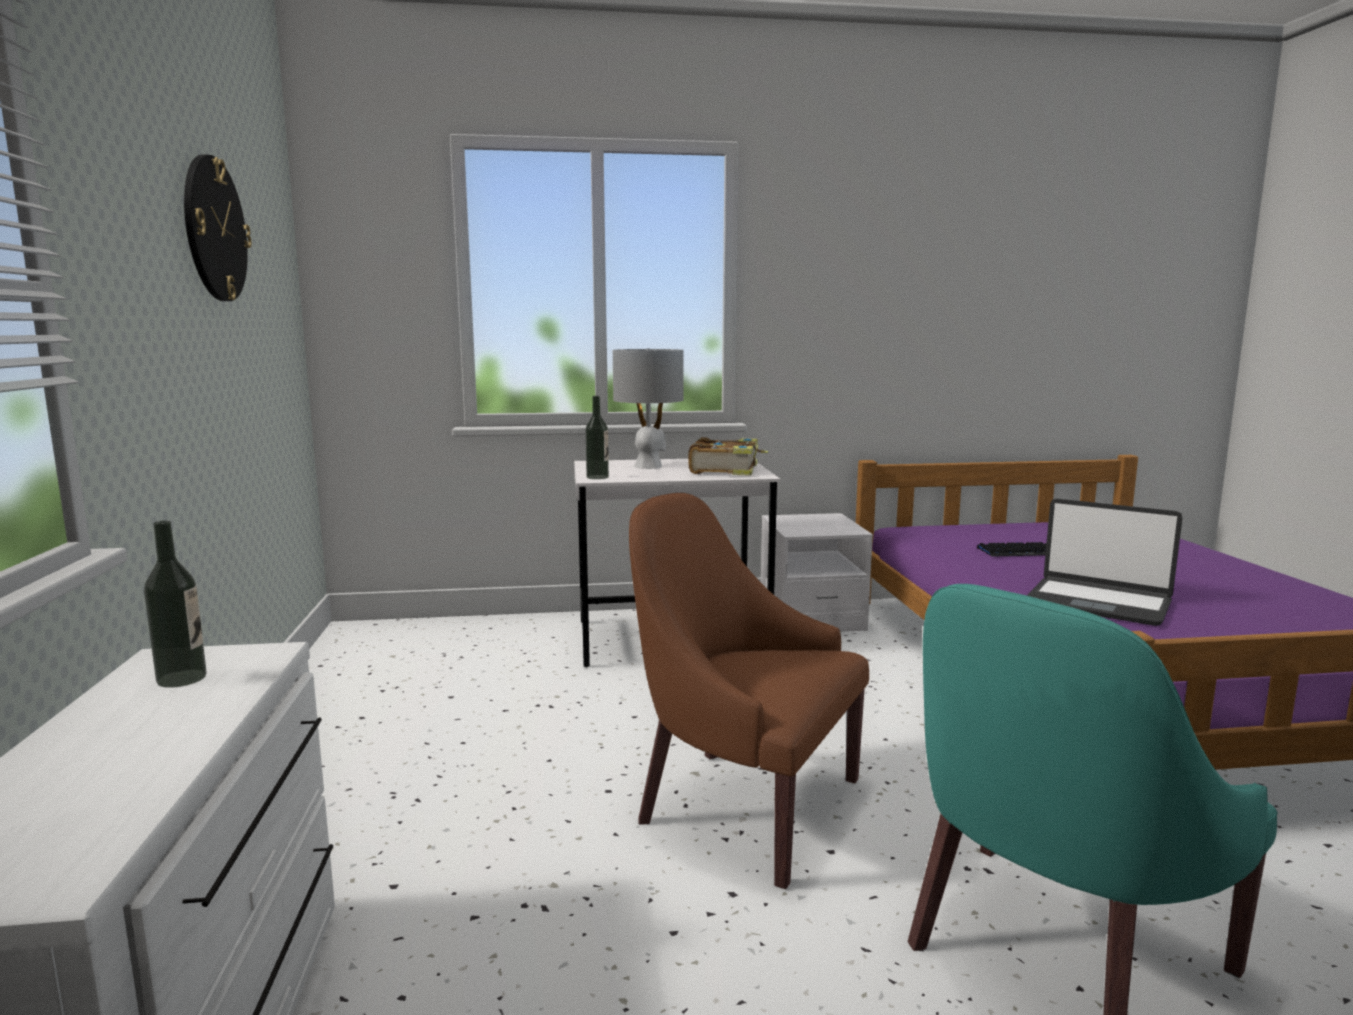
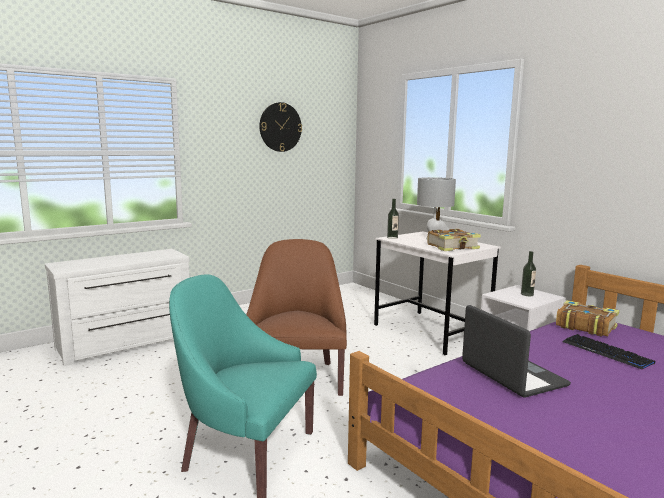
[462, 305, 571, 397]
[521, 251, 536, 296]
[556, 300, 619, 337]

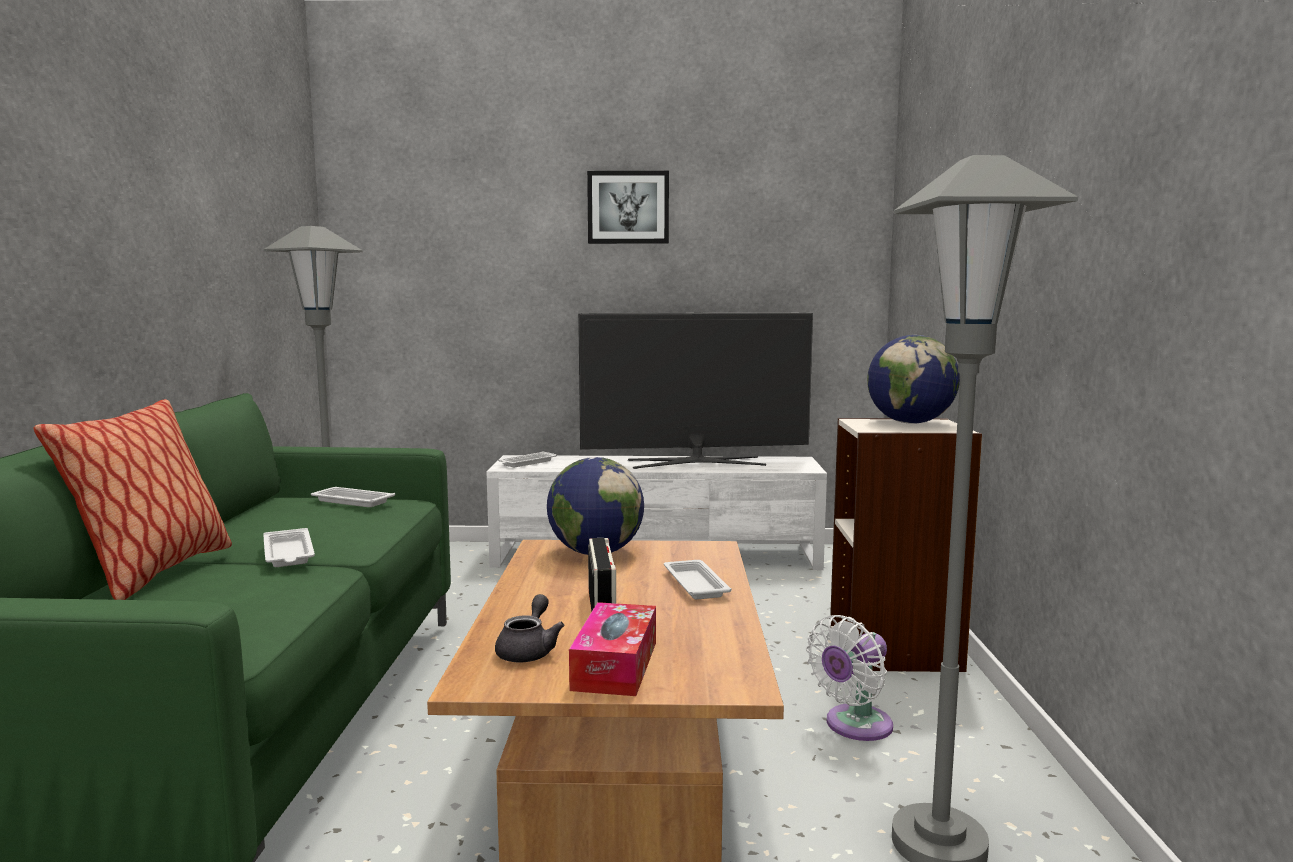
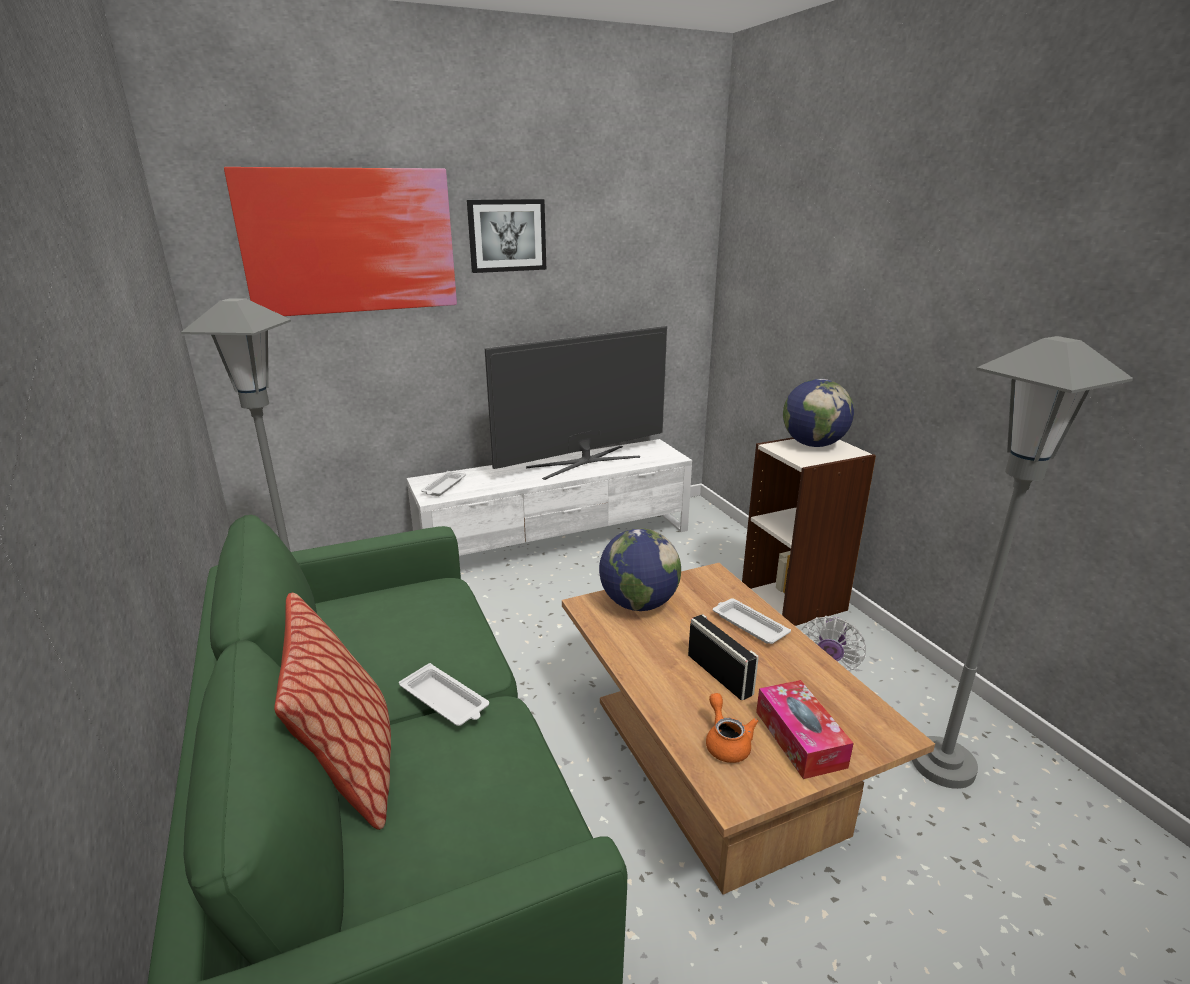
[311, 487, 395, 507] (first image)
[706, 693, 758, 763]
[224, 167, 457, 316]

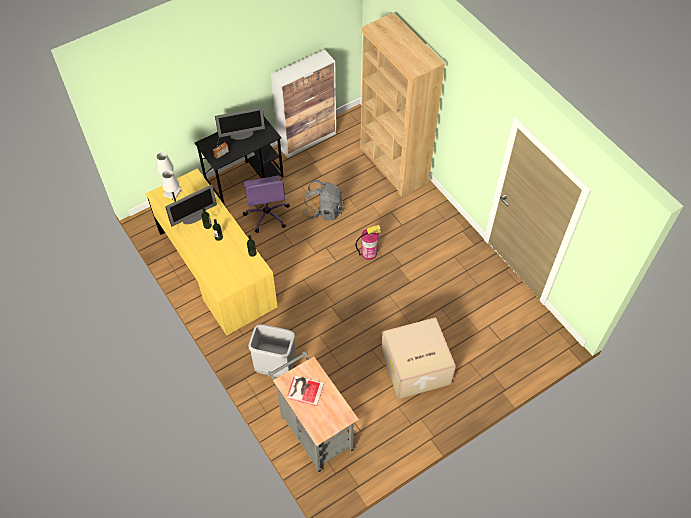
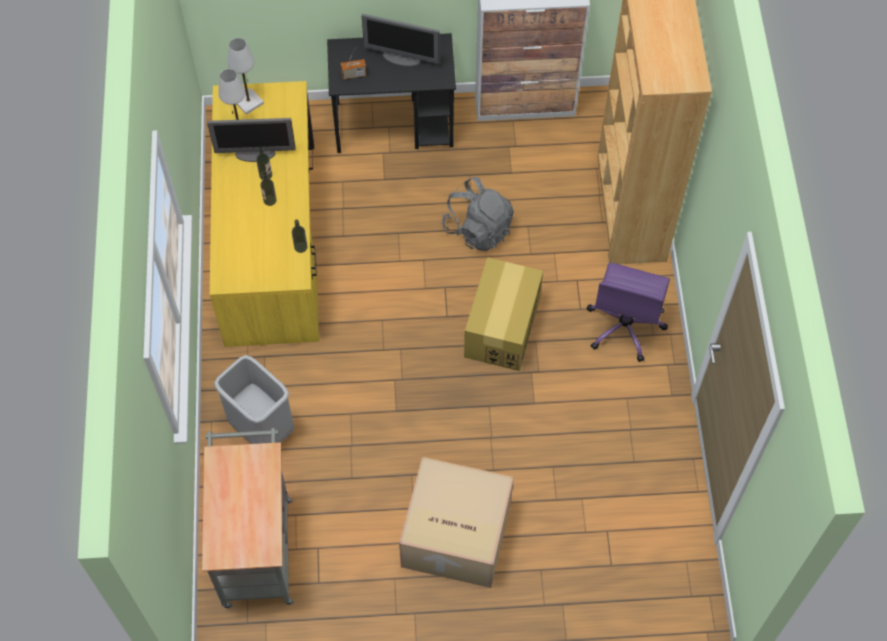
[587, 263, 670, 362]
[464, 257, 543, 371]
[287, 375, 324, 406] (first image)

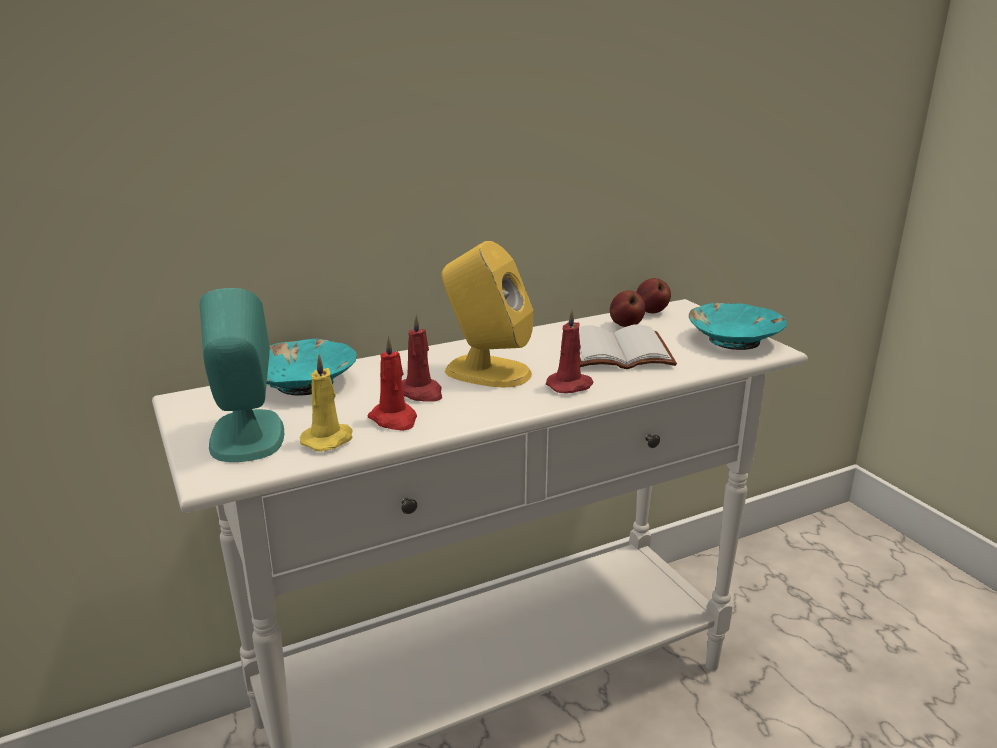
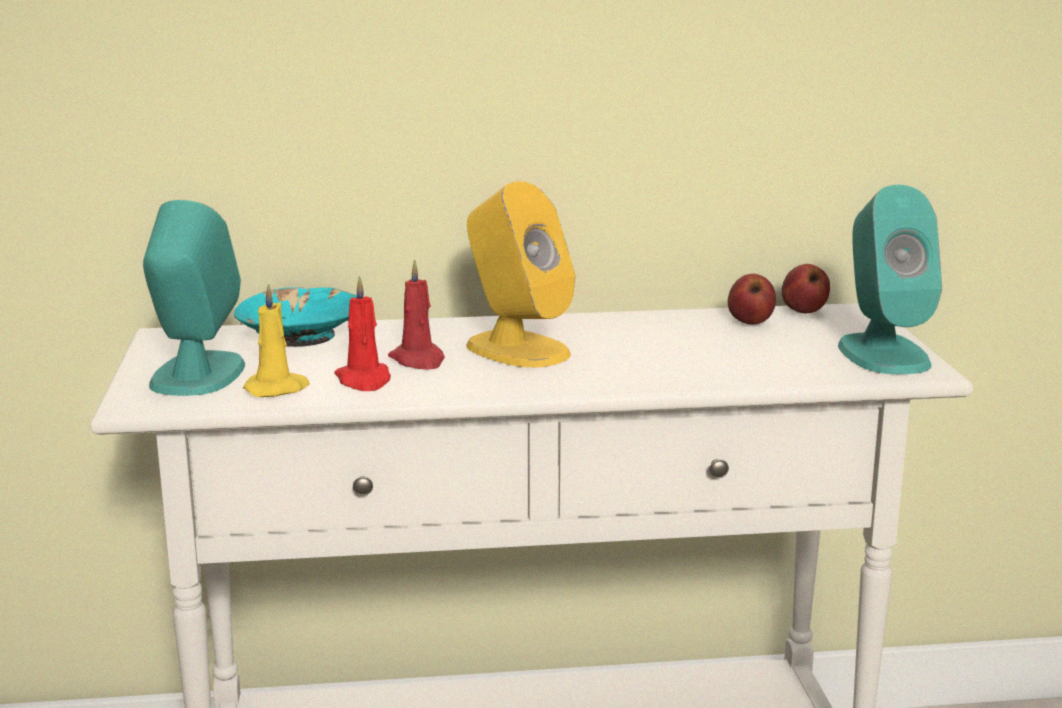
[838, 185, 942, 374]
[546, 309, 594, 393] (first image)
[579, 325, 677, 369] (first image)

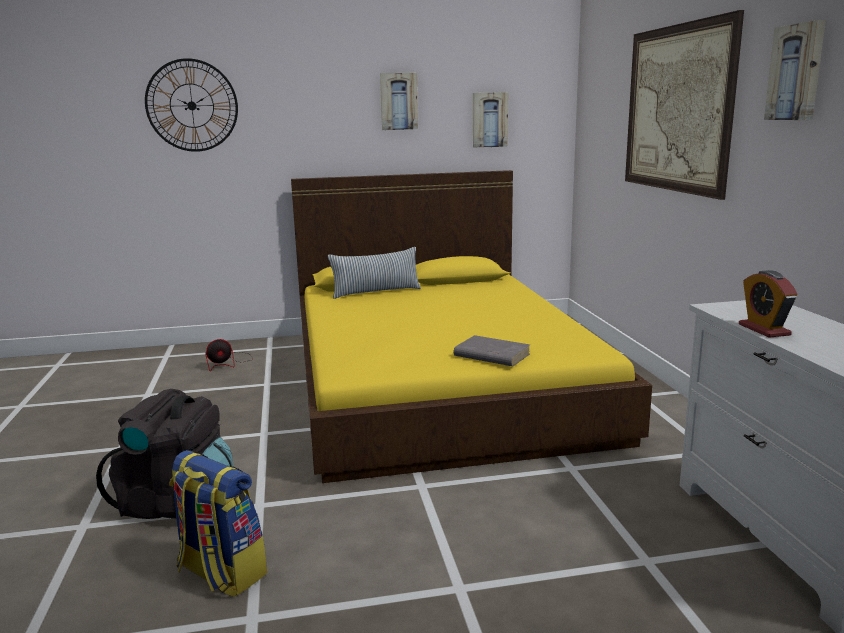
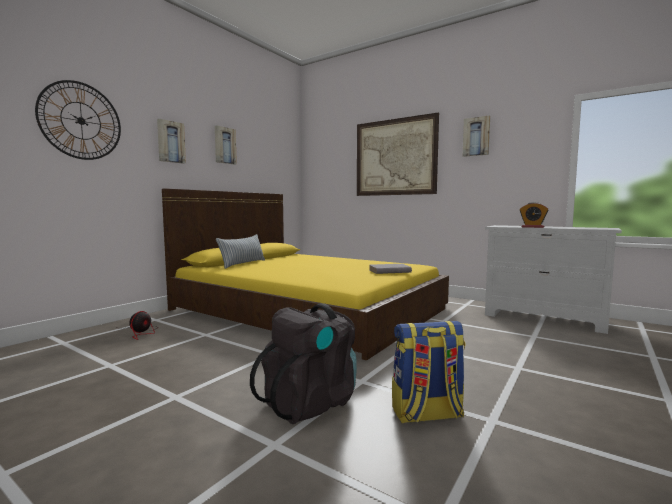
[157, 119, 186, 164]

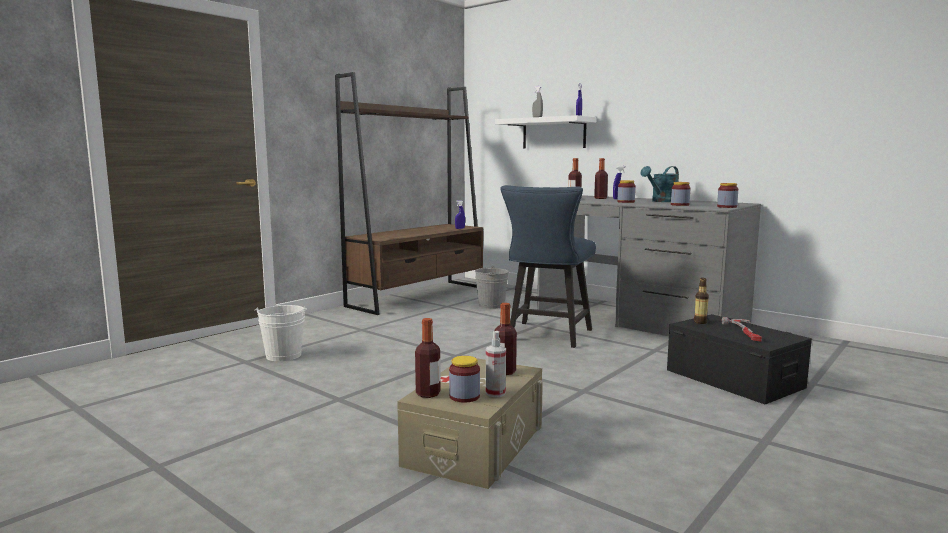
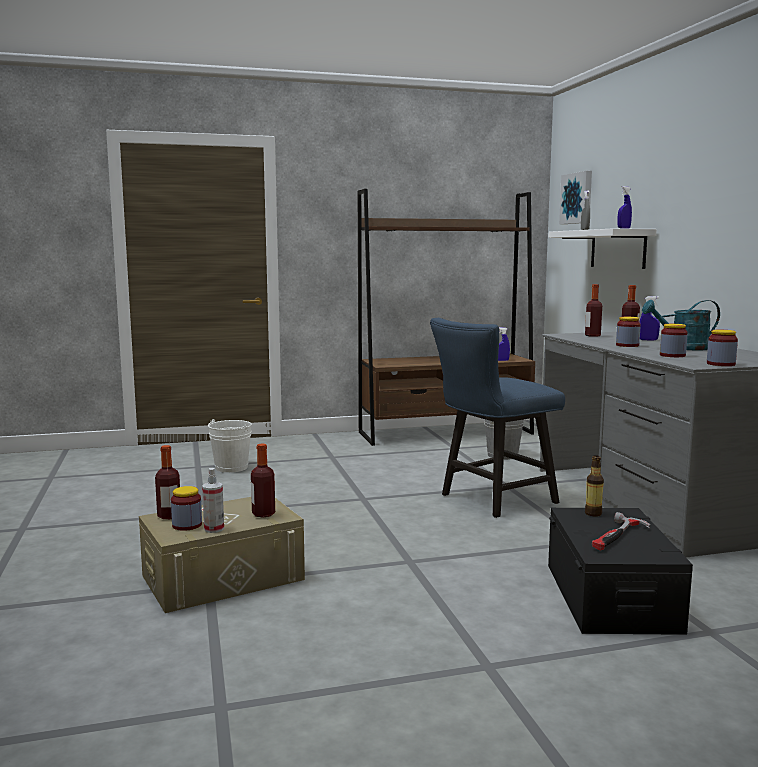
[559, 171, 592, 224]

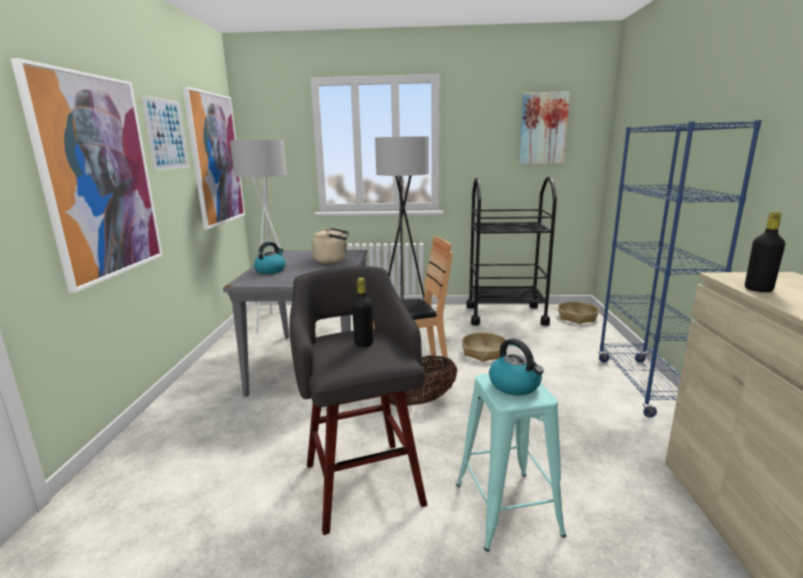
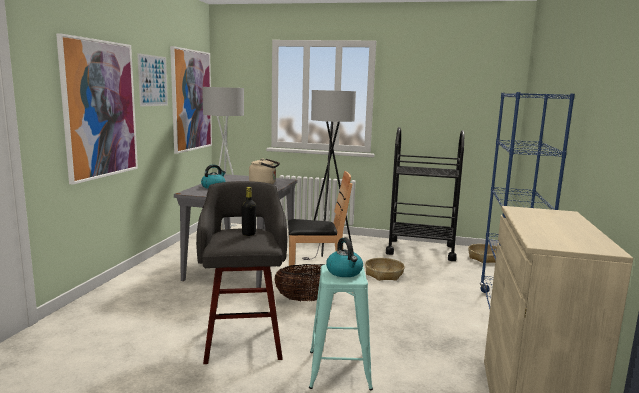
[519, 91, 570, 164] (first image)
[745, 212, 785, 292] (first image)

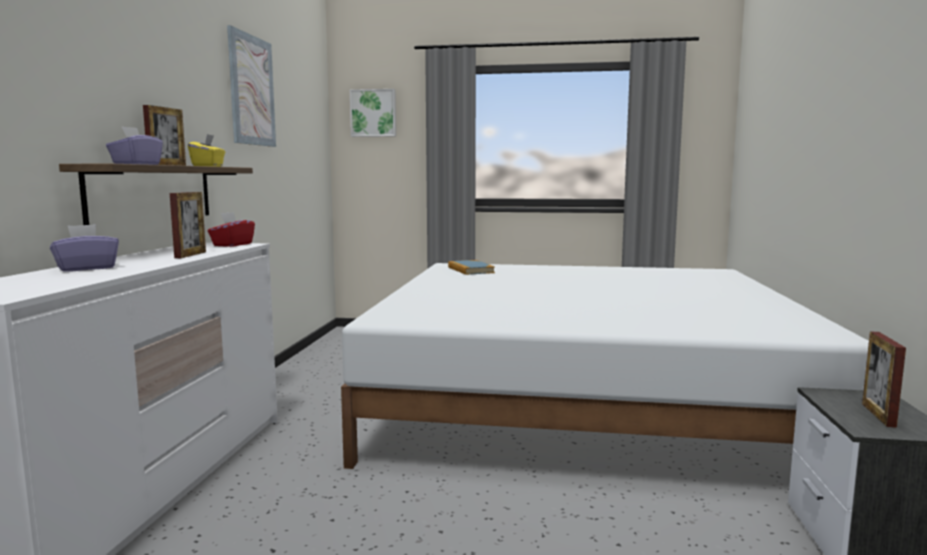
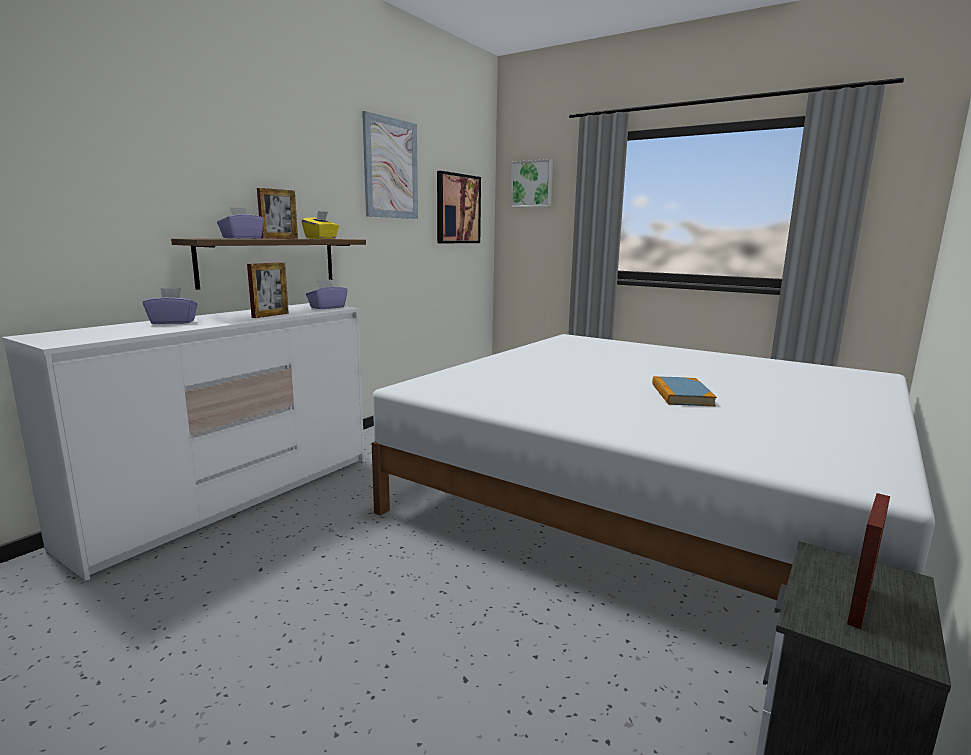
[306, 279, 348, 309]
[652, 376, 717, 406]
[437, 171, 481, 243]

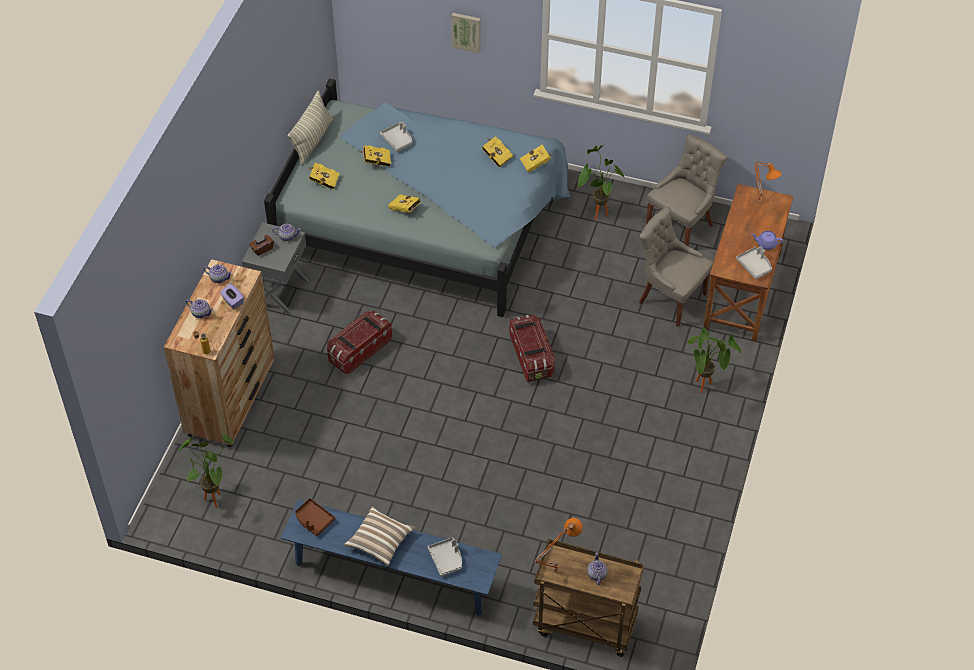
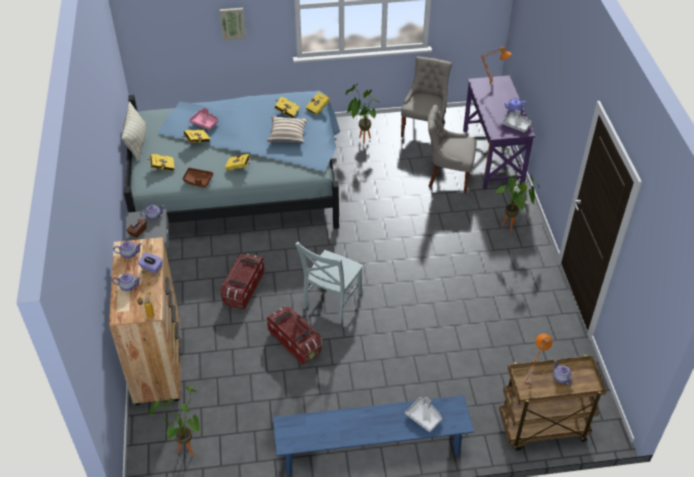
[189, 107, 218, 130]
[463, 75, 535, 189]
[267, 307, 321, 365]
[182, 168, 213, 188]
[267, 116, 307, 143]
[295, 242, 363, 324]

